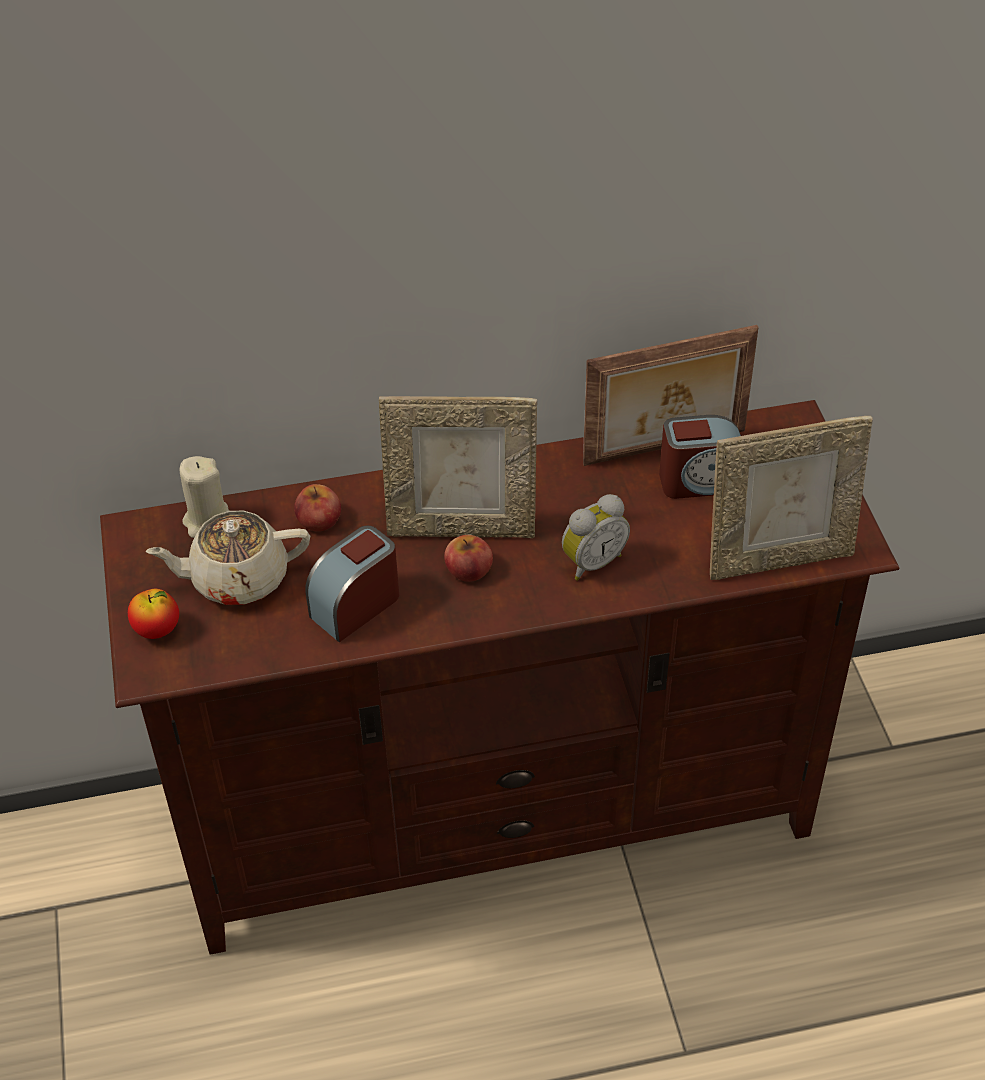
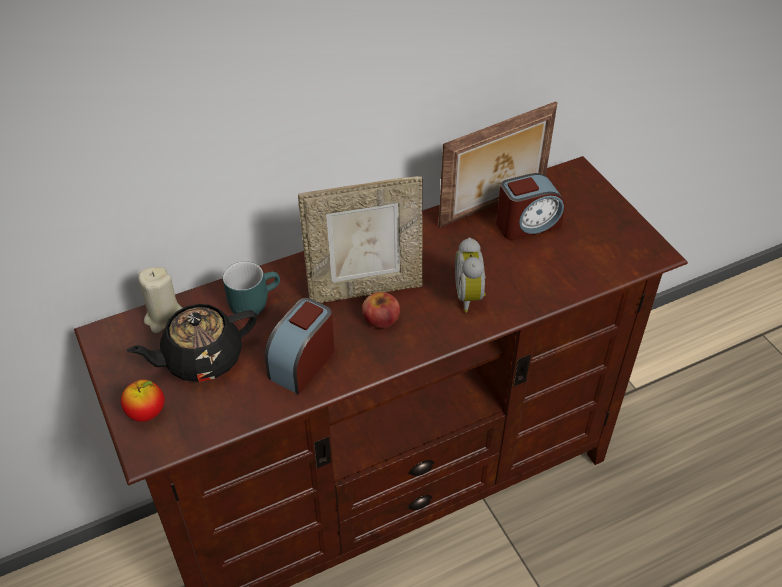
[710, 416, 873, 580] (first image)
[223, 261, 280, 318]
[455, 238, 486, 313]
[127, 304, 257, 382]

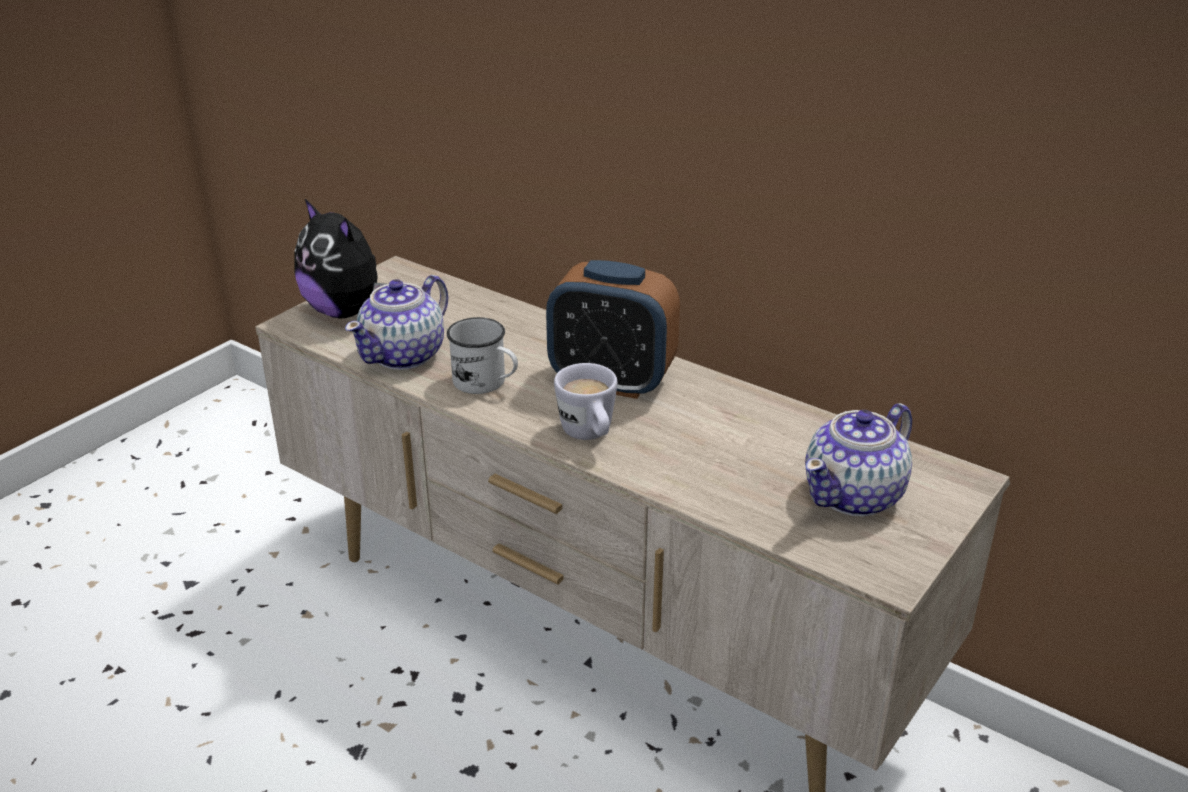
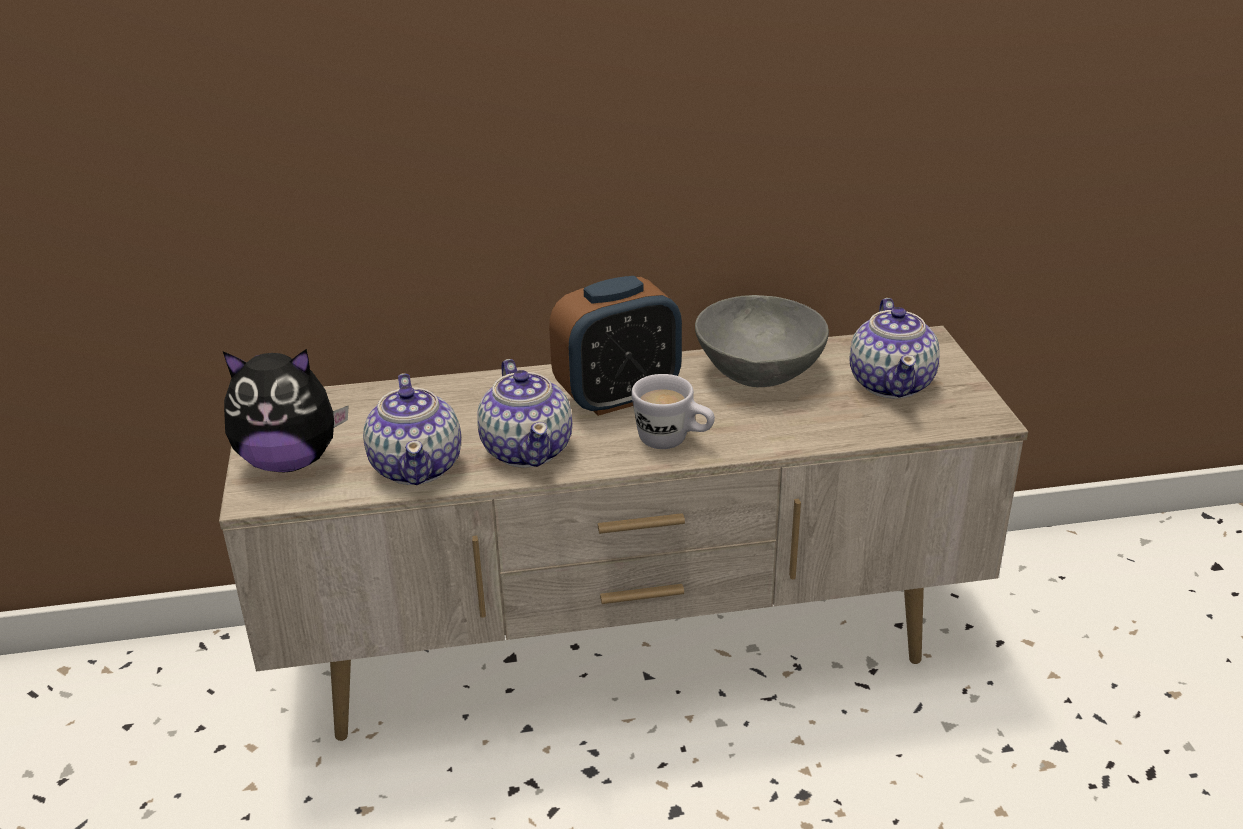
[478, 359, 572, 468]
[695, 295, 829, 387]

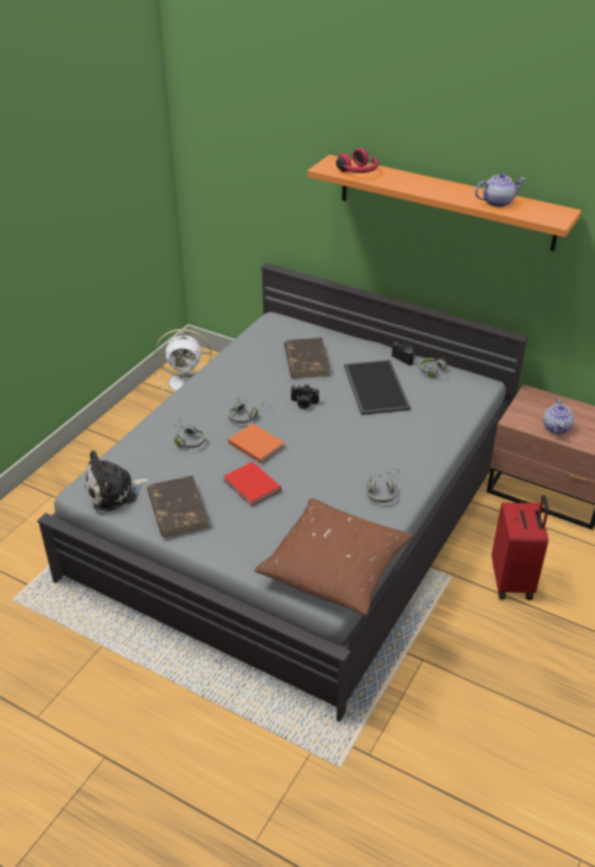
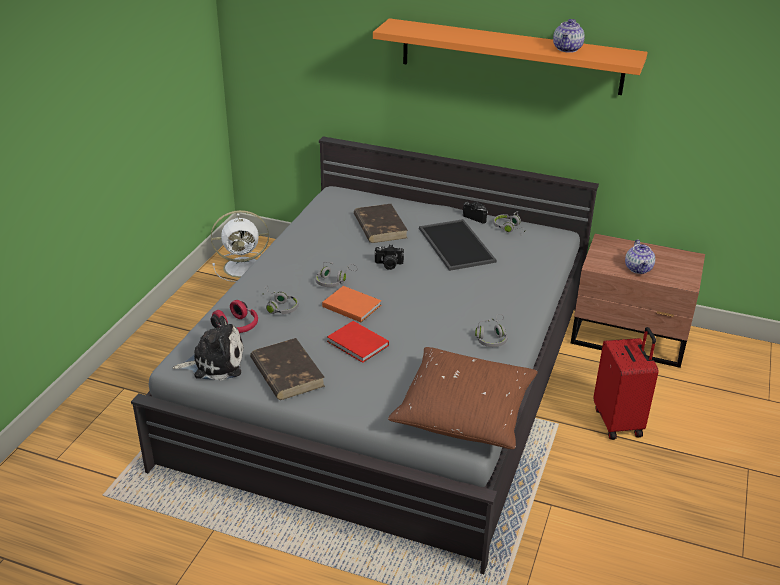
[211, 300, 258, 333]
[553, 19, 585, 53]
[173, 316, 244, 381]

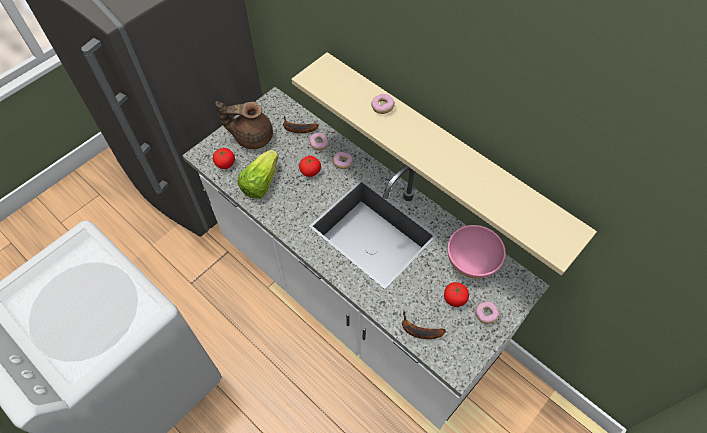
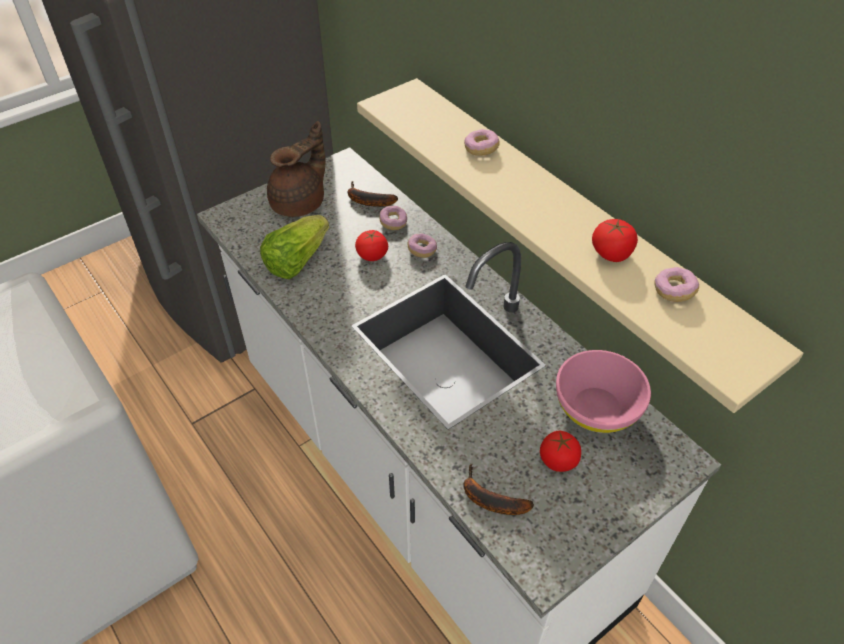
[267, 121, 326, 217]
[592, 219, 638, 262]
[654, 267, 699, 302]

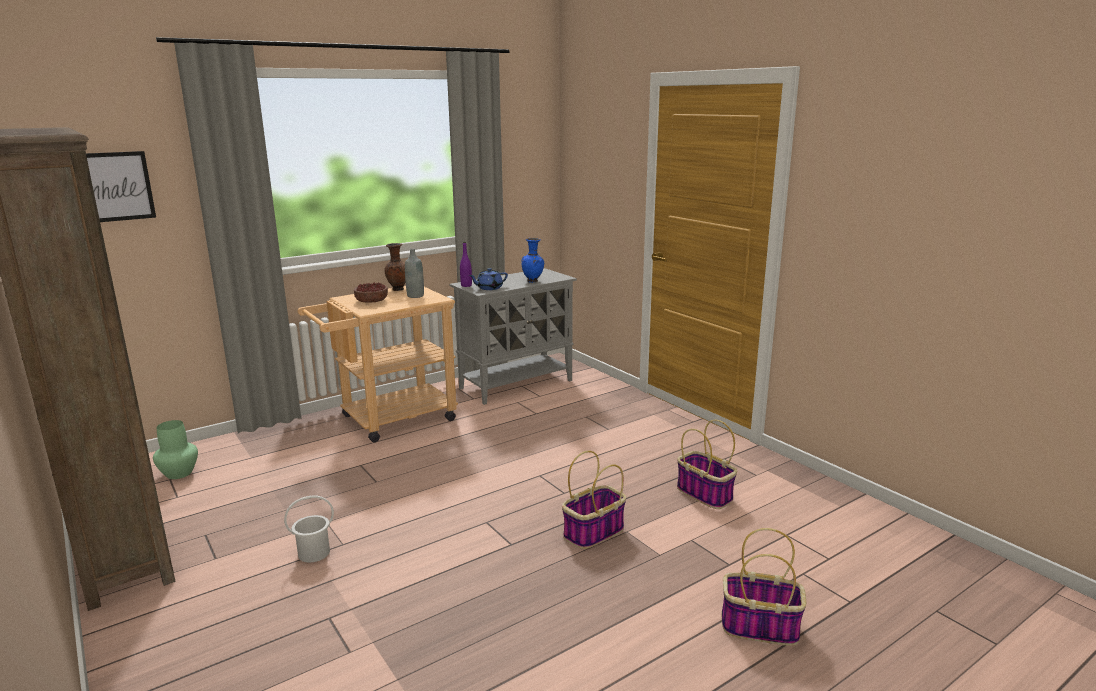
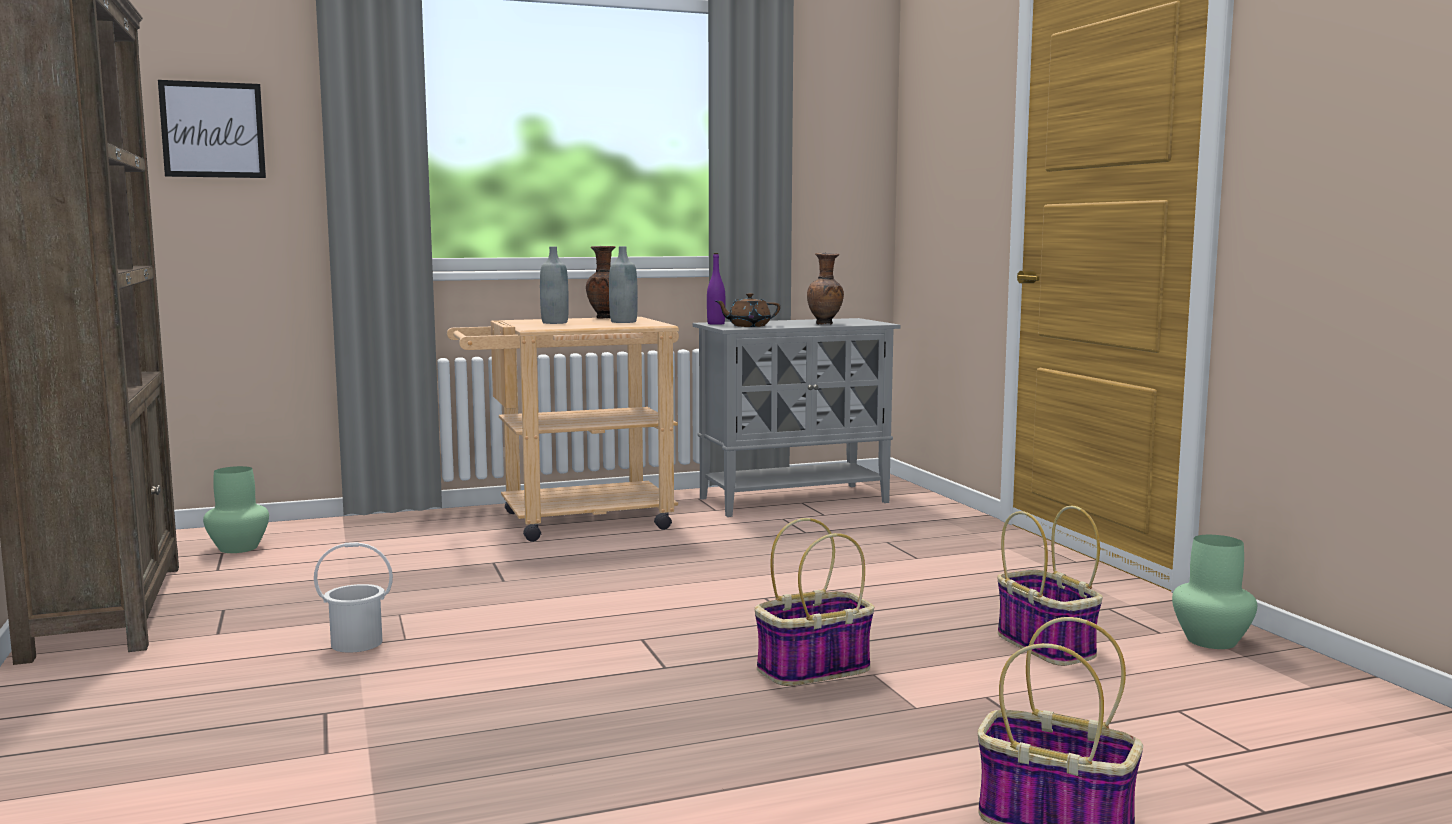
[807, 253, 844, 325]
[716, 293, 780, 327]
[540, 246, 569, 324]
[1172, 535, 1257, 649]

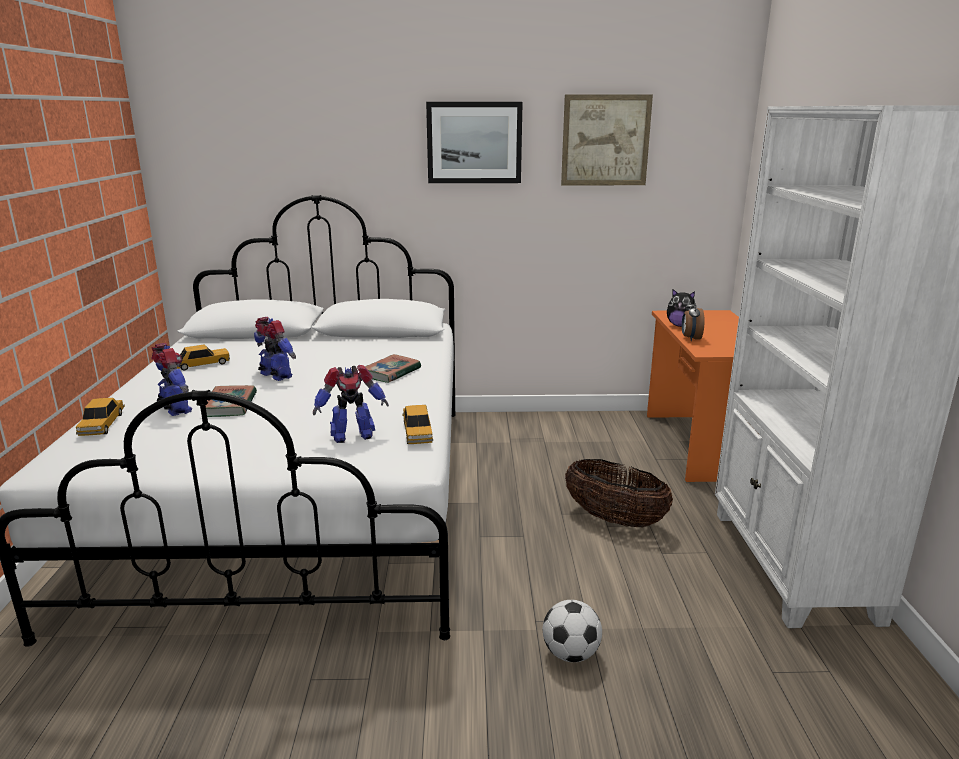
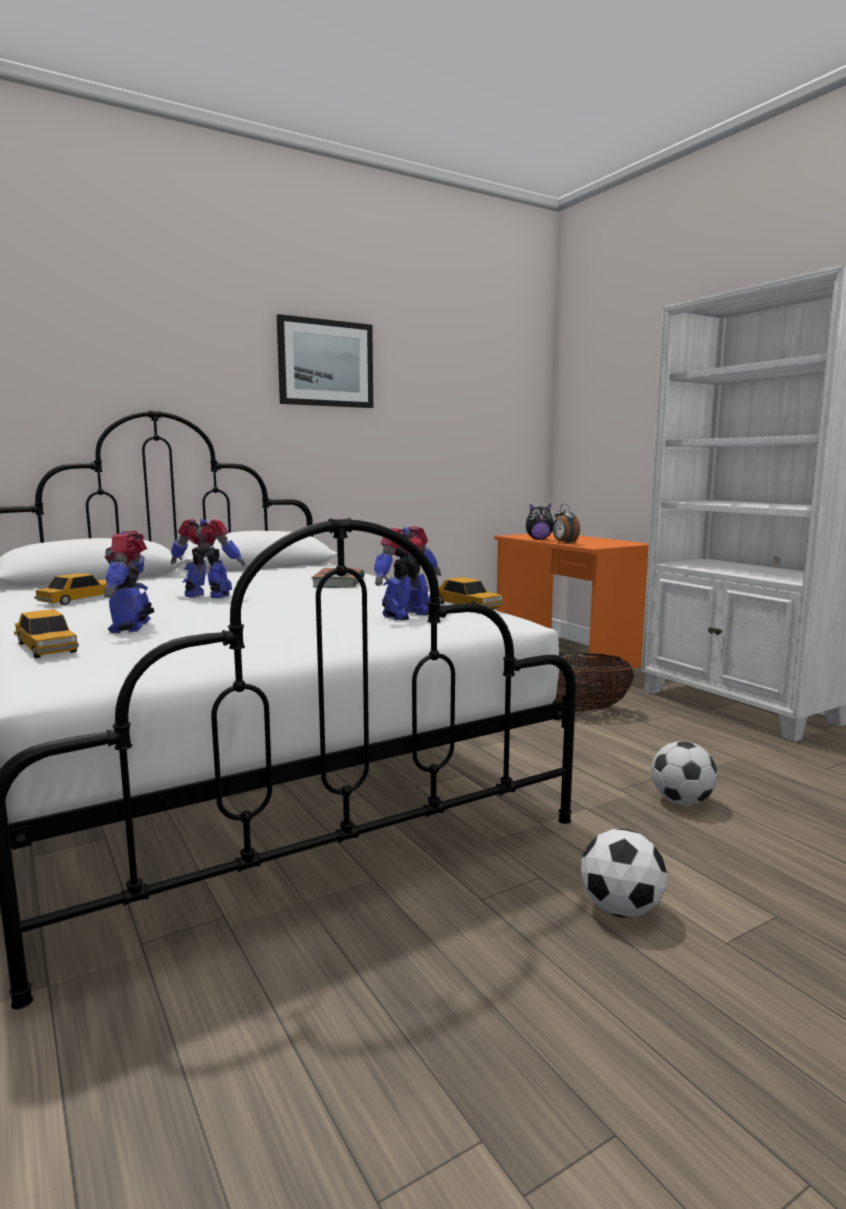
[561, 95, 653, 185] (first image)
[104, 531, 154, 633]
[200, 385, 257, 417] (first image)
[581, 829, 667, 918]

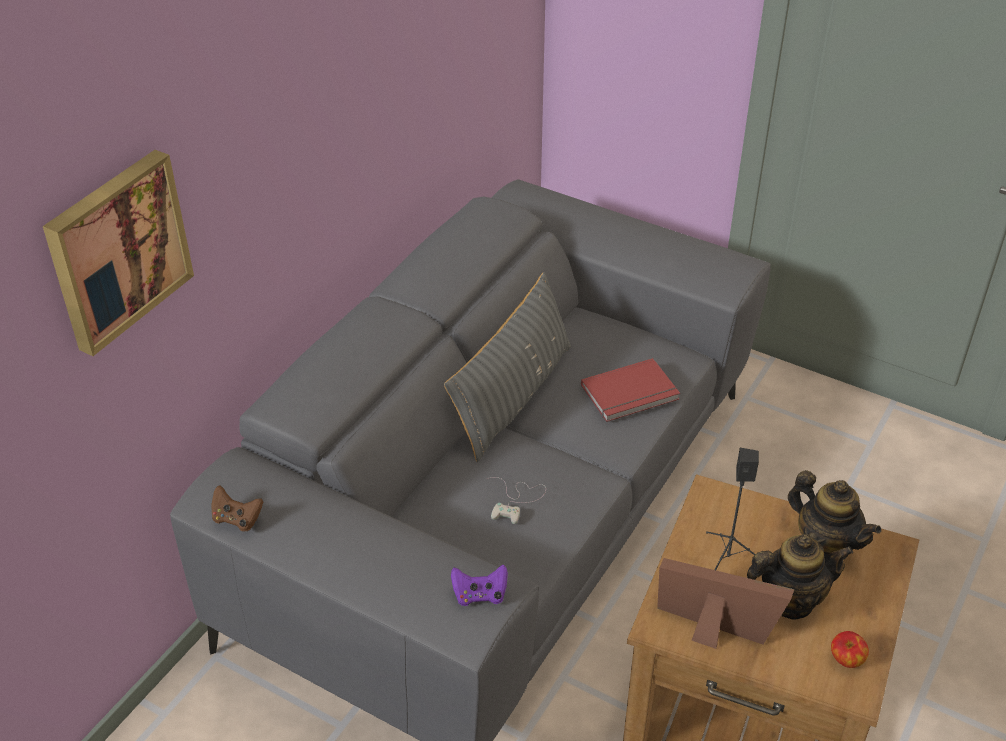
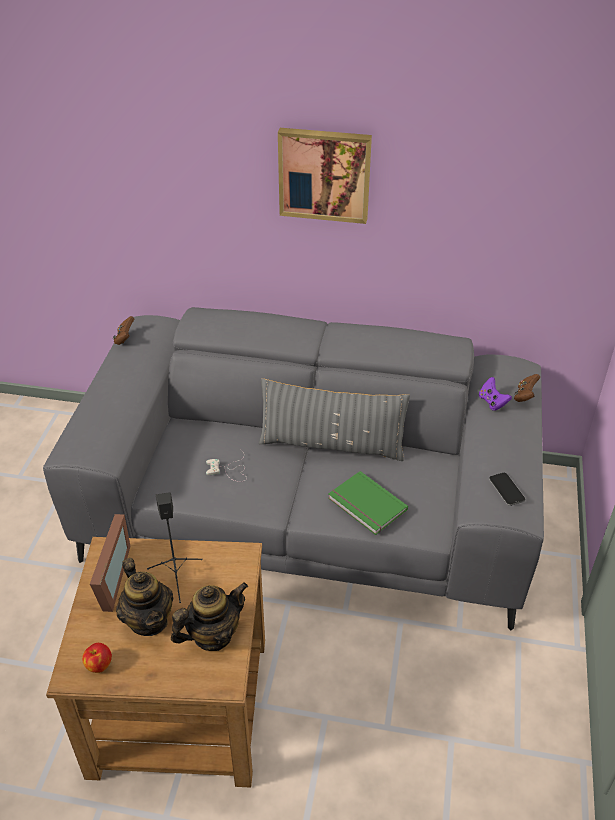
[278, 128, 372, 224]
[328, 471, 408, 535]
[171, 582, 248, 651]
[479, 377, 512, 411]
[514, 374, 540, 402]
[489, 473, 525, 506]

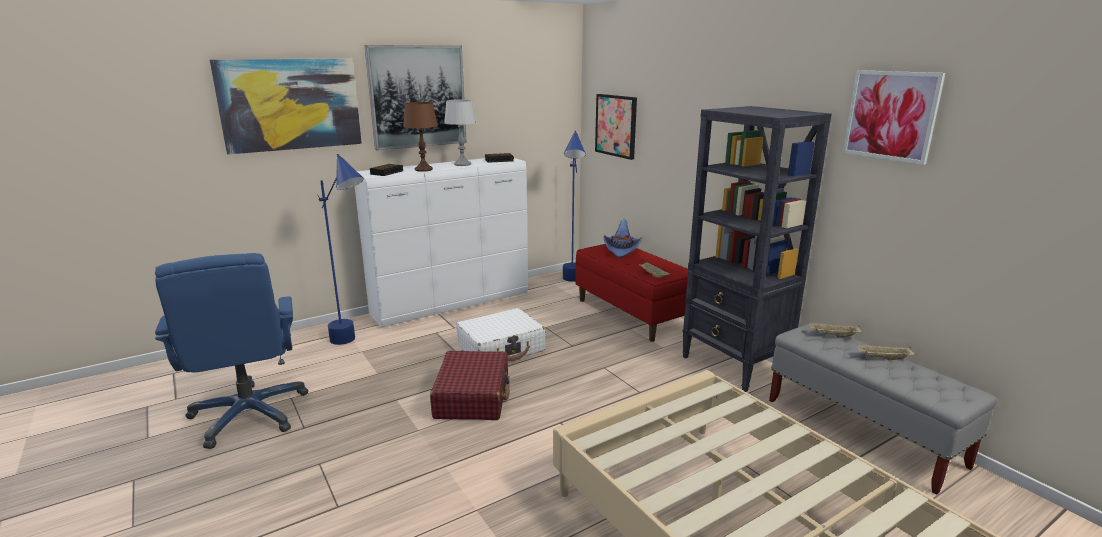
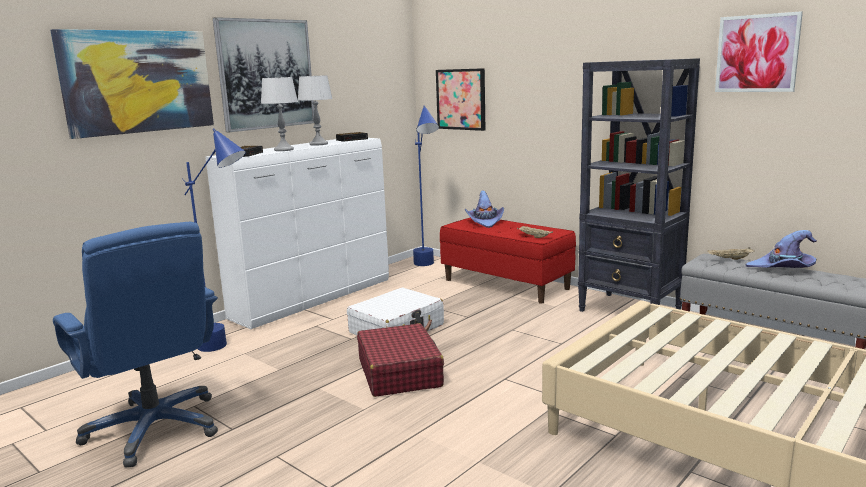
[261, 77, 298, 151]
[746, 230, 817, 268]

